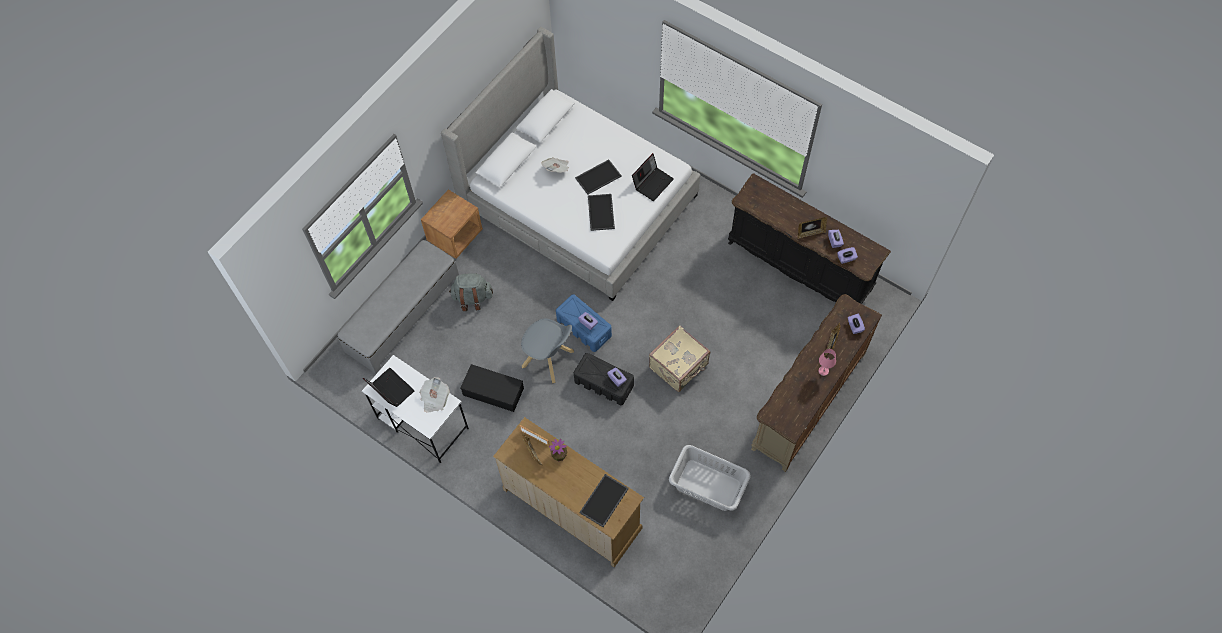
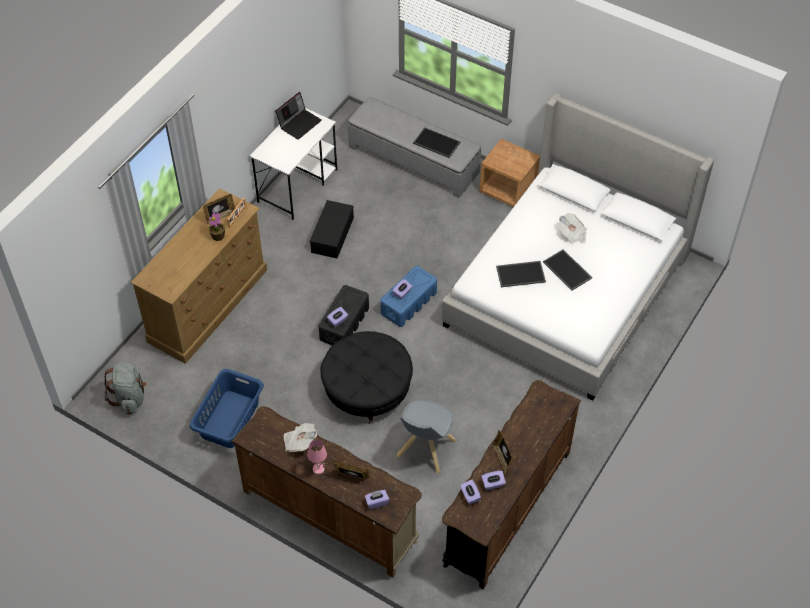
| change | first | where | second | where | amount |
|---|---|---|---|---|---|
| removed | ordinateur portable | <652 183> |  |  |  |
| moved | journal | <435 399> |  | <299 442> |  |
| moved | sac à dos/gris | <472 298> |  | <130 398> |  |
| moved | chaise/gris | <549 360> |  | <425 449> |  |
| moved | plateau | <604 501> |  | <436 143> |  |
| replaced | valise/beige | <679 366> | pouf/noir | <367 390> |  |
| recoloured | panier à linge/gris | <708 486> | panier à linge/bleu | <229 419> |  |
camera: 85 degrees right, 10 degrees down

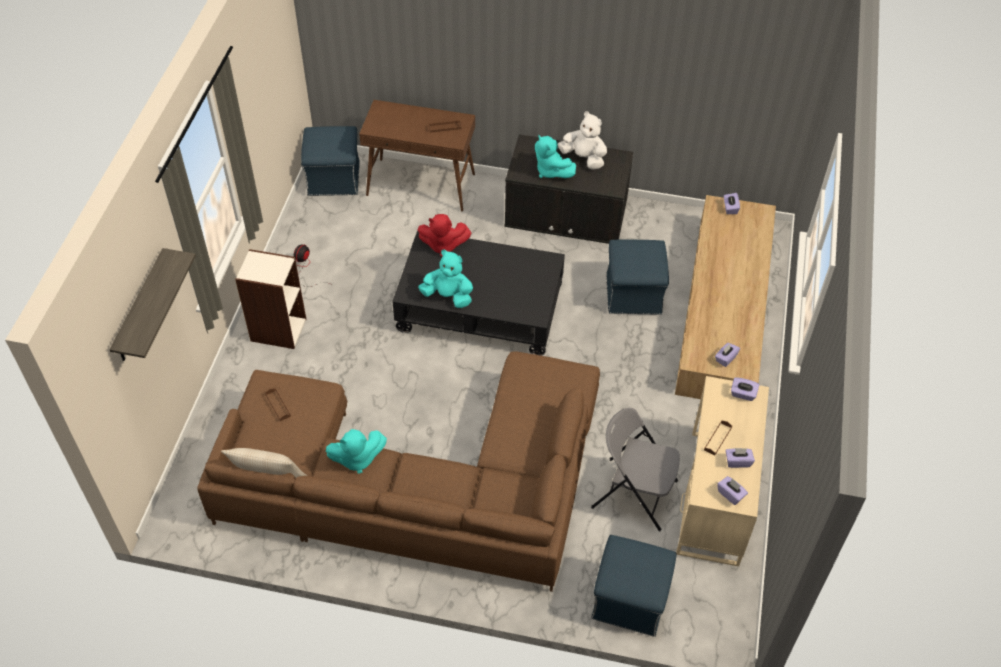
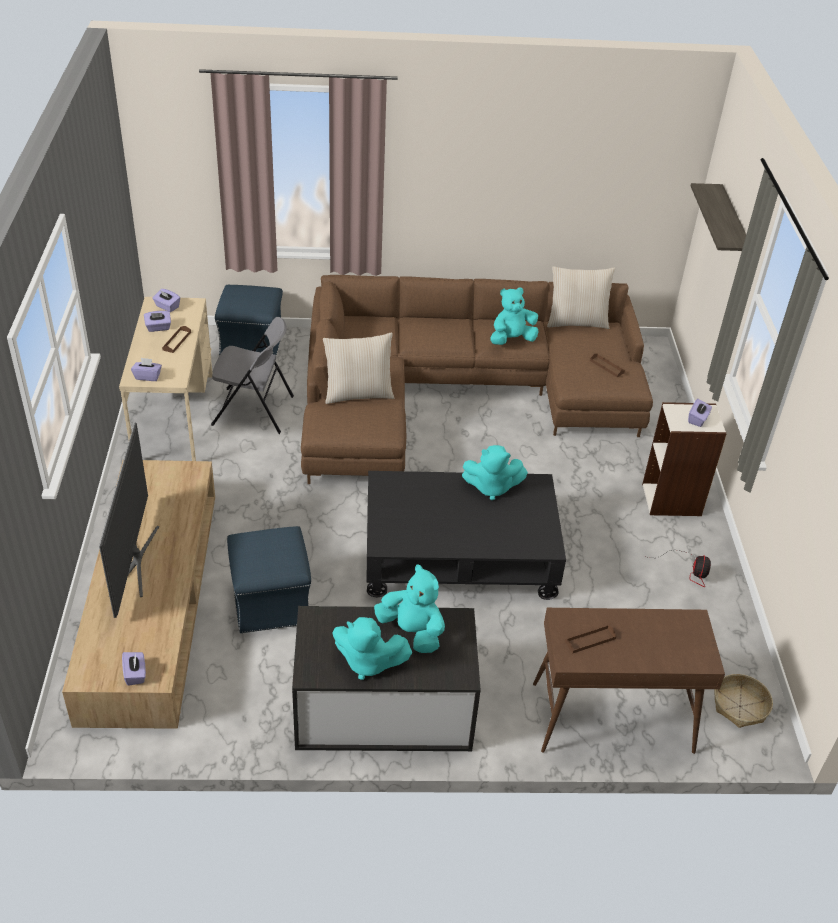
| change | first | where | second | where | amount |
|---|---|---|---|---|---|
| removed | peluche/rouge | <443 245> |  |  |  |
| added |  |  | téléviseur | <134 560> |  |
| added |  |  | coussin/beige | <358 394> |  |
| moved | boîte à mouchoirs/violet | <725 358> |  | <698 419> |  |
| replaced | pouf/bleu | <334 178> | panier | <740 706> |  |
| recoloured | peluche/blanc | <584 158> | peluche/turquoise | <368 662> |  |
camera: 165 degrees right, 10 degrees down

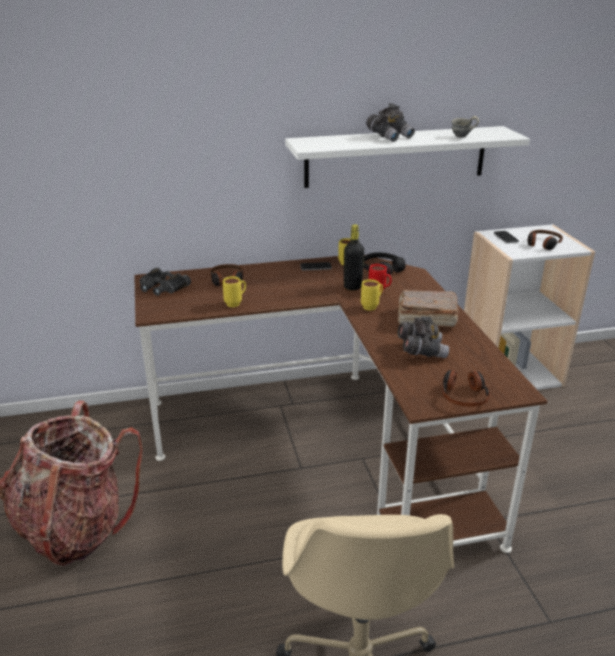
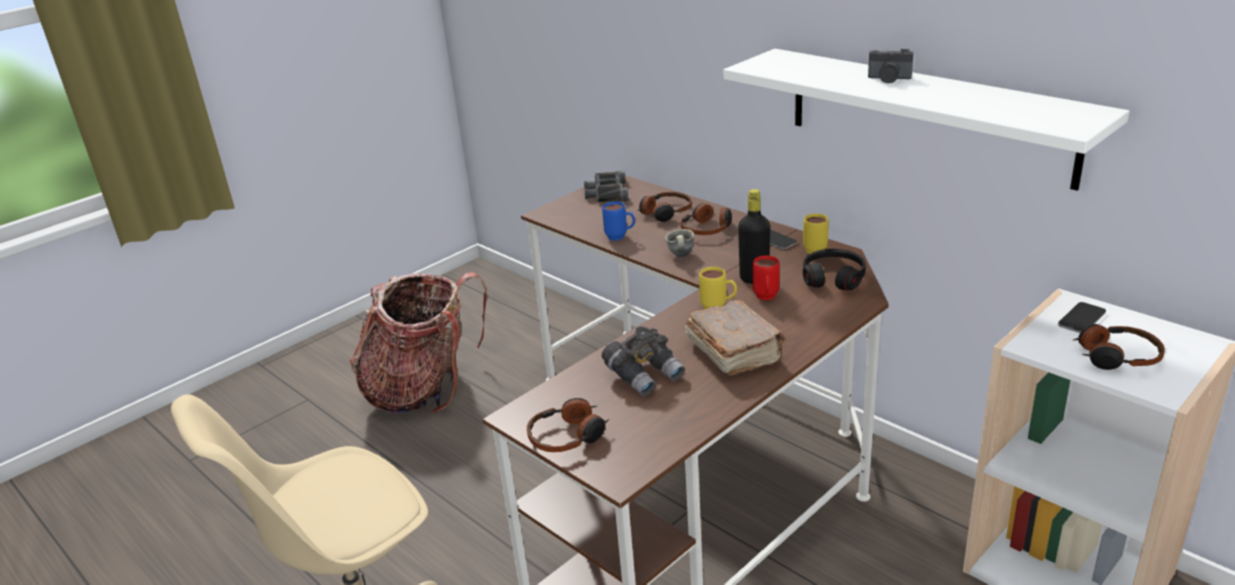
| change | first | where | second | where | amount |
|---|---|---|---|---|---|
| added |  |  | casque audio | <707 229> |  |
| moved | mug/gris | <462 137> |  | <679 256> |  |
| replaced | jumelles/gris | <390 137> | appareil photo | <889 79> |  |
| recoloured | mug/jaune | <236 303> | mug/bleu | <620 237> |  |
camera: 60 degrees right, 0 degrees up

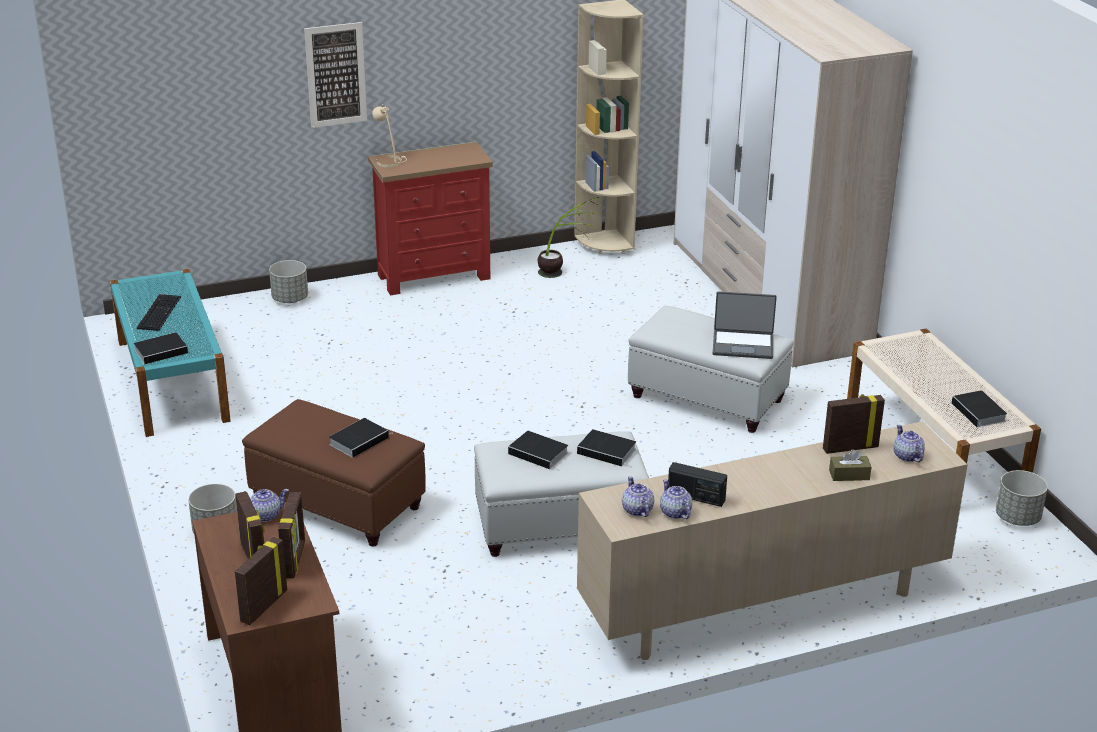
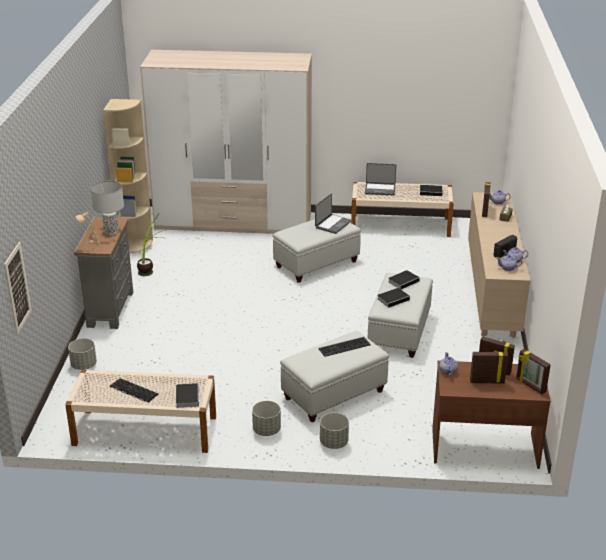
| change | first | where | second | where | amount |
|---|---|---|---|---|---|
| added |  |  | lampe de table/blanc | <111 232> |  |
| added |  |  | ordinateur portable | <380 189> |  |
| moved | tableau | <336 75> |  | <17 288> |  |
| moved | cache-pot/gris | <1017 518> |  | <266 430> |  |
| replaced | livre | <359 440> | clavier | <344 347> |  |
| recoloured | banc/turquoise | <171 380> | banc/beige | <145 431> |  |
| recoloured | pouf/marron | <336 504> | pouf/blanc | <333 395> |  |
| recoloured | commode/rouge | <434 277> | commode/gris | <111 309> |  |
camera: 65 degrees left, 0 degrees up

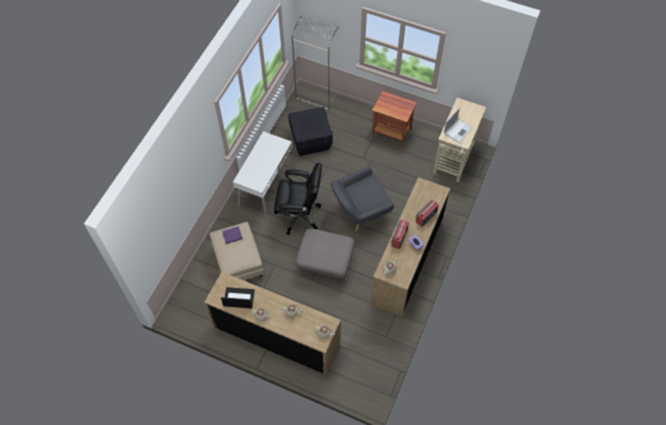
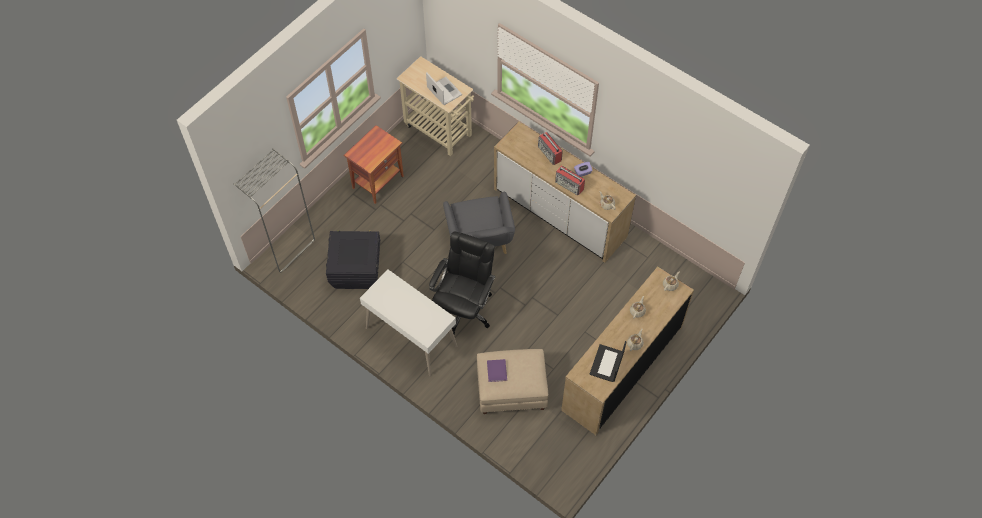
| change | first | where | second | where | amount |
|---|---|---|---|---|---|
| removed | pouf/gris | <325 263> |  |  |  |
camera: 75 degrees left, 0 degrees up

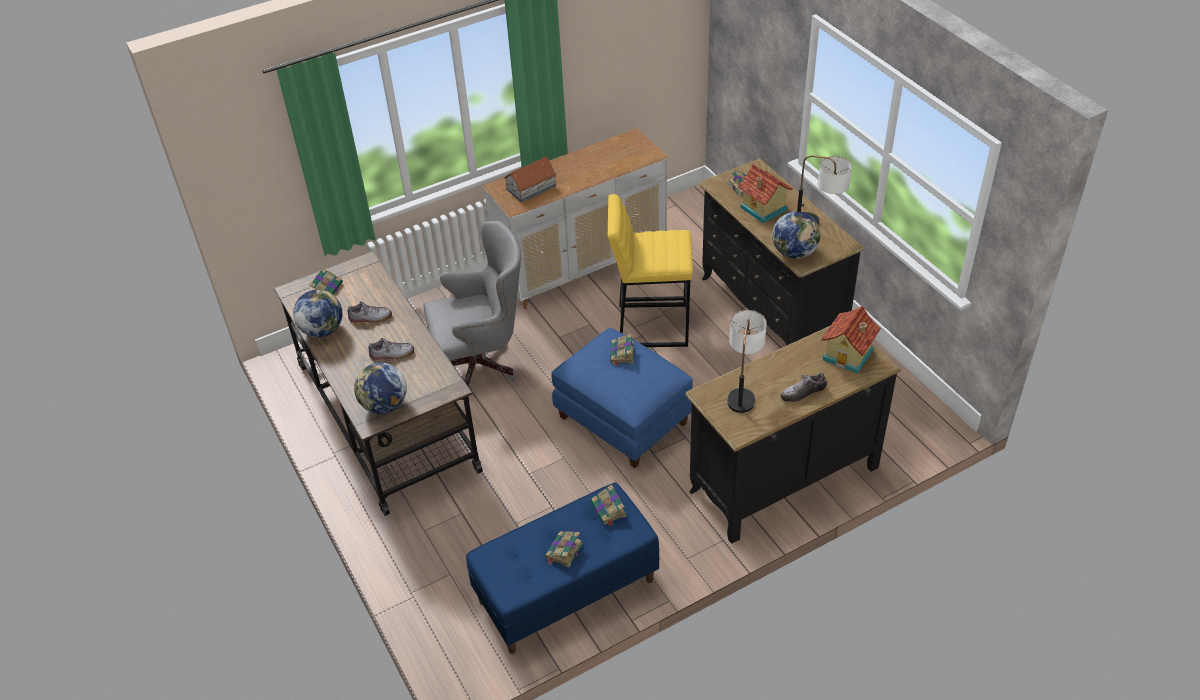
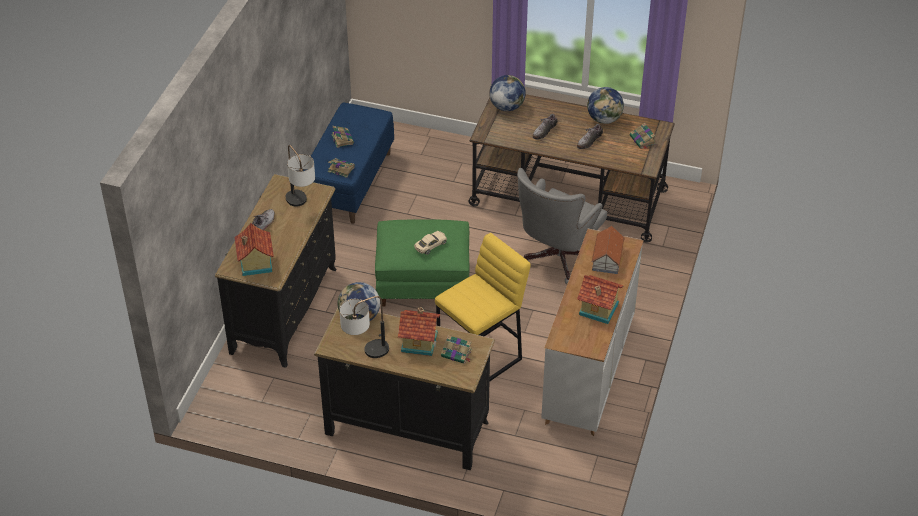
| change | first | where | second | where | amount |
|---|---|---|---|---|---|
| added |  |  | maison miniature | <598 310> |  |
| replaced | livre | <622 354> | petite voiture/beige | <430 245> |  |
| recoloured | pouf/bleu | <622 420> | pouf/vert | <423 283> |  |
camera: 135 degrees right, 0 degrees up

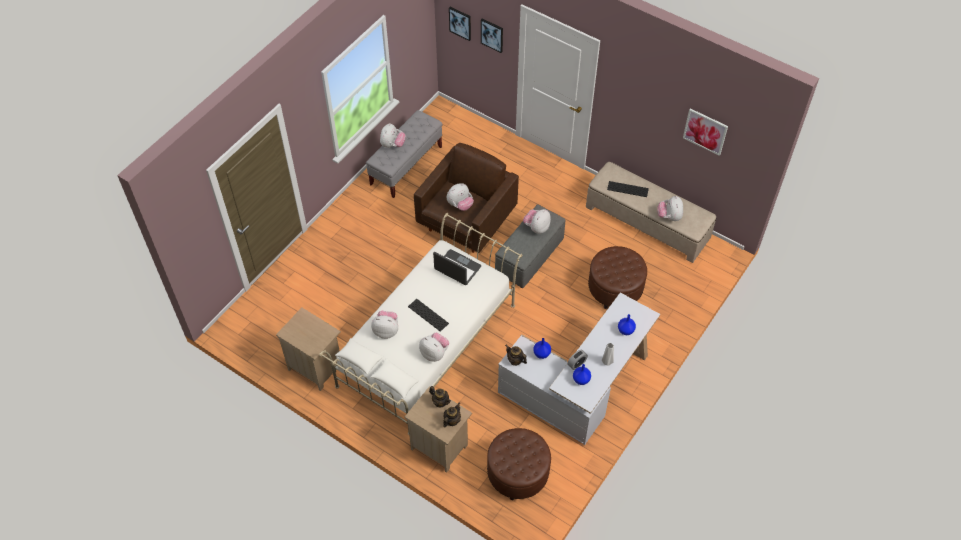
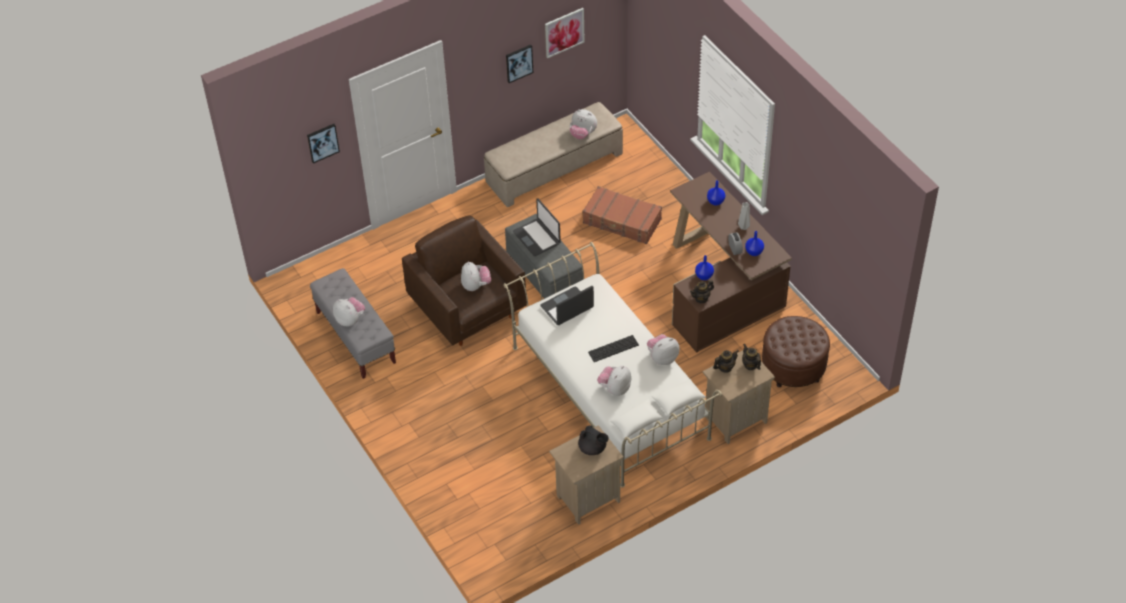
| change | first | where | second | where | amount |
|---|---|---|---|---|---|
| removed | clavier | <627 189> |  |  |  |
| added |  |  | théière/noir | <593 448> |  |
| moved | tableau | <460 23> |  | <519 63> |  |
| replaced | peluche | <536 227> | ordinateur portable | <537 237> |  |
| replaced | pouf/marron | <615 289> | valise/marron | <622 221> |  |
| recoloured | bureau/blanc | <579 388> | bureau/marron | <721 288> |  |
camera: 65 degrees left, 5 degrees down

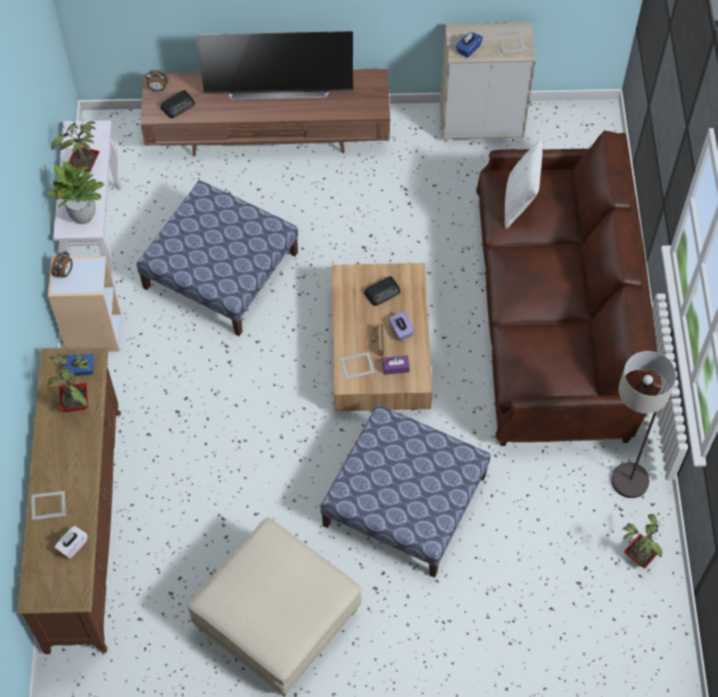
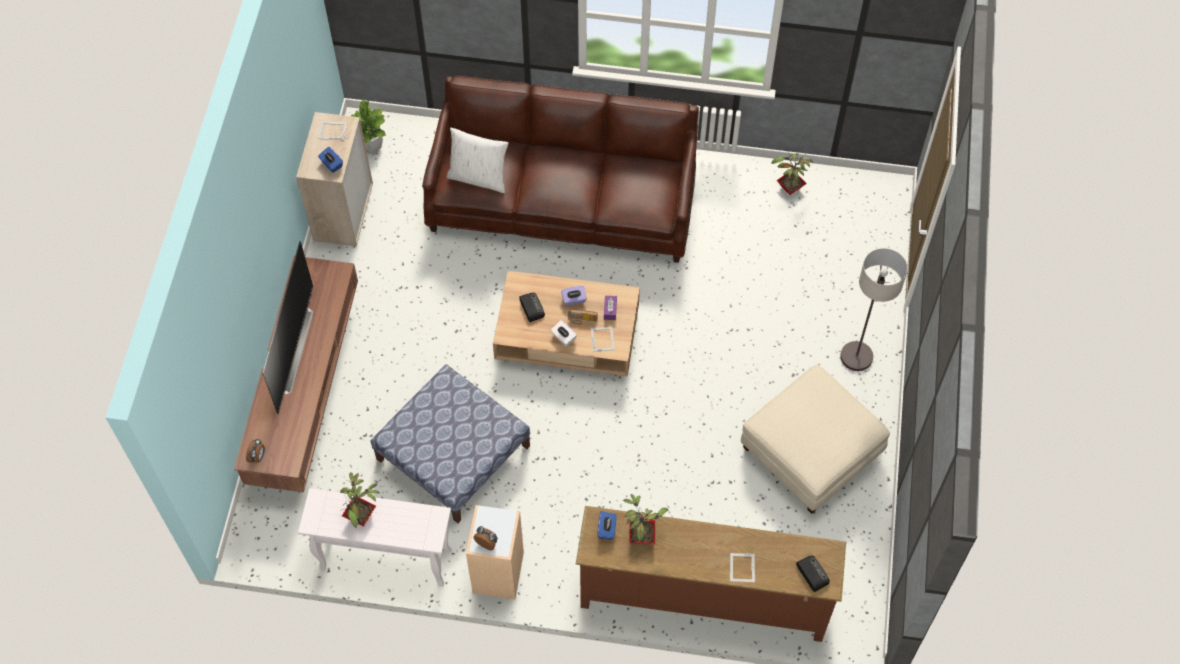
| change | first | where | second | where | amount |
|---|---|---|---|---|---|
| removed | pouf | <403 501> |  |  |  |
| moved | plante en pot | <83 216> |  | <372 148> |  |
| moved | boîte à mouchoirs/blanc | <72 546> |  | <563 337> |  |
| moved | radio | <178 106> |  | <812 573> |  |
| moved | lampadaire/gris | <618 481> |  | <855 365> |  |
camera: 80 degrees left, 0 degrees up

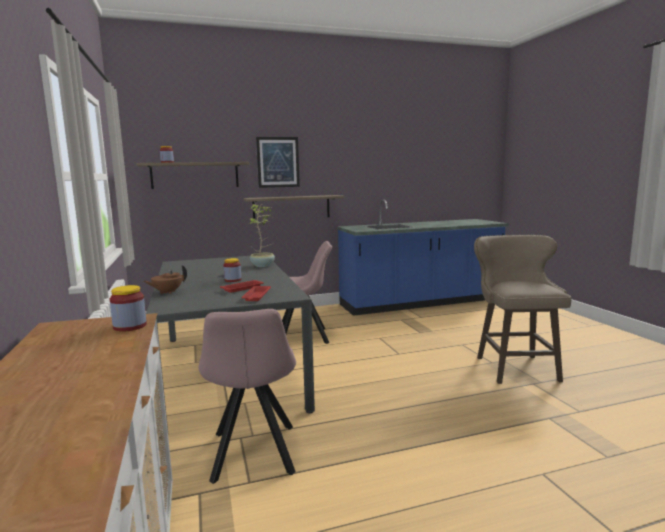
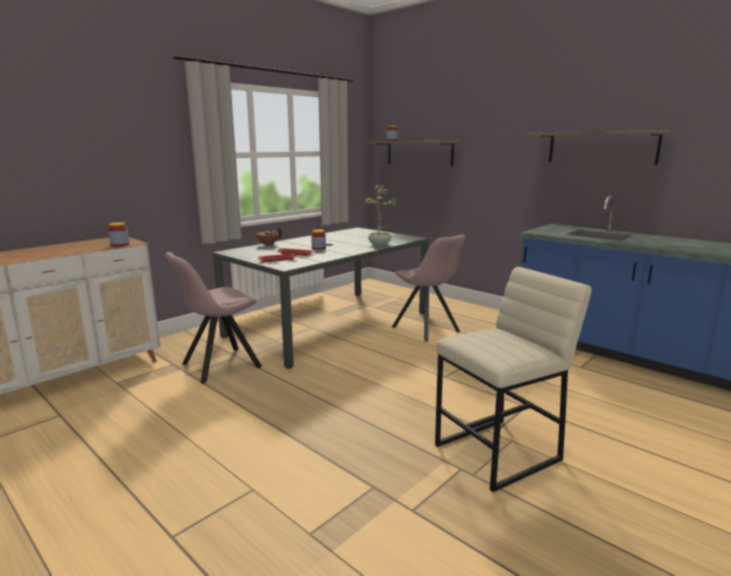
| change | first | where | second | where | amount |
|---|---|---|---|---|---|
| removed | tableau | <278 162> |  |  |  |
| moved | étagère | <291 207> |  | <601 147> |  |
| replaced | tabouret/beige | <515 367> | chaise/beige | <499 451> |  |
camera: 60 degrees right, 5 degrees up

